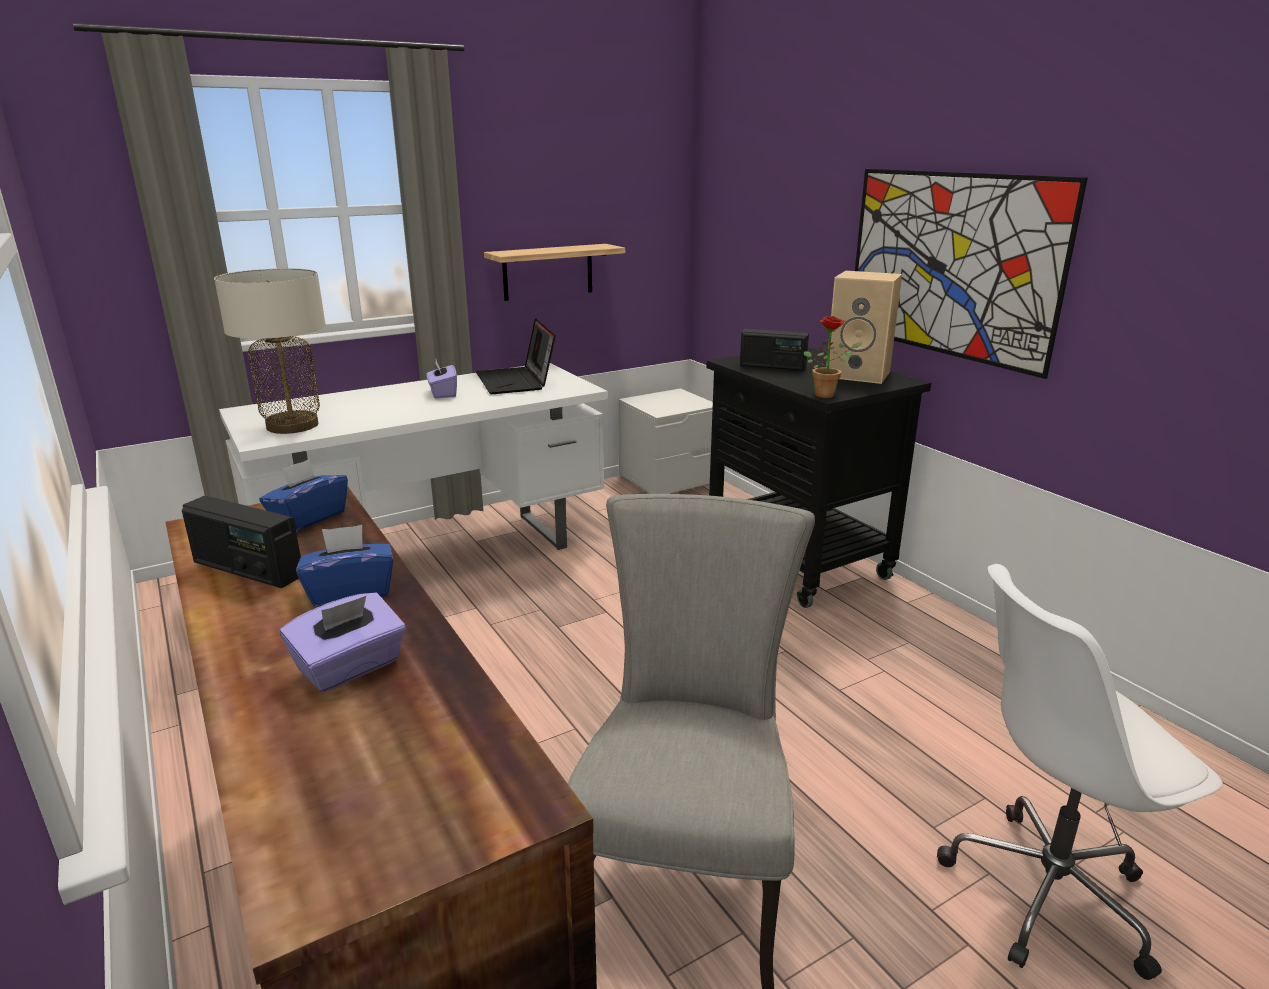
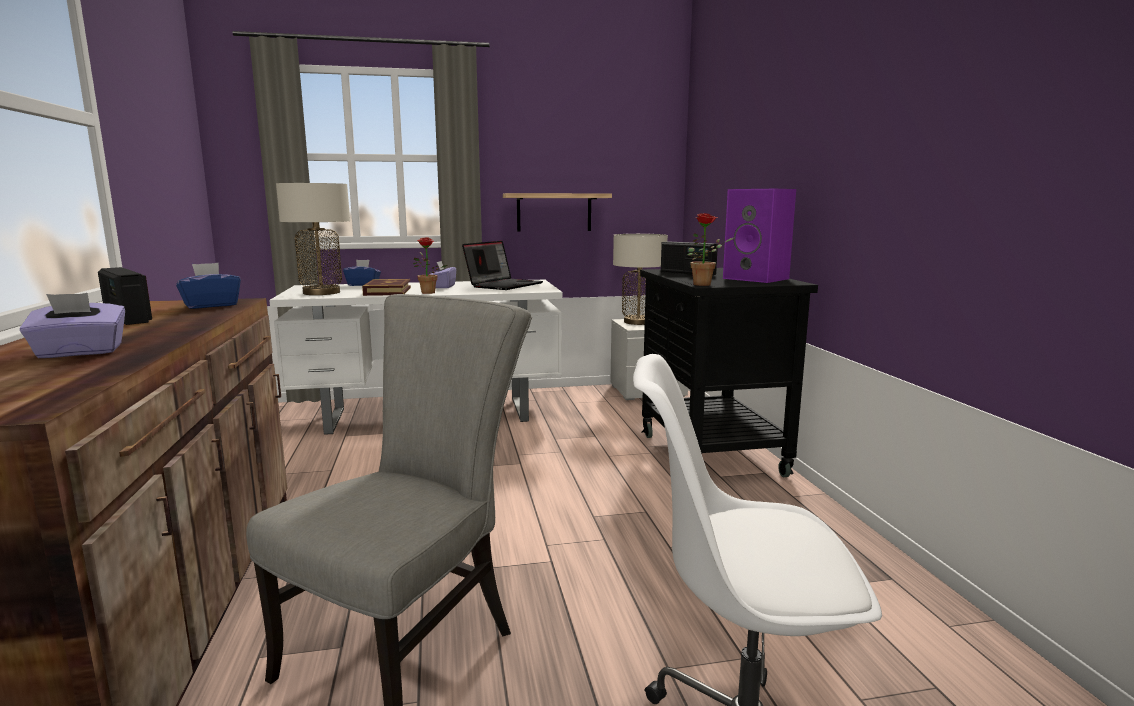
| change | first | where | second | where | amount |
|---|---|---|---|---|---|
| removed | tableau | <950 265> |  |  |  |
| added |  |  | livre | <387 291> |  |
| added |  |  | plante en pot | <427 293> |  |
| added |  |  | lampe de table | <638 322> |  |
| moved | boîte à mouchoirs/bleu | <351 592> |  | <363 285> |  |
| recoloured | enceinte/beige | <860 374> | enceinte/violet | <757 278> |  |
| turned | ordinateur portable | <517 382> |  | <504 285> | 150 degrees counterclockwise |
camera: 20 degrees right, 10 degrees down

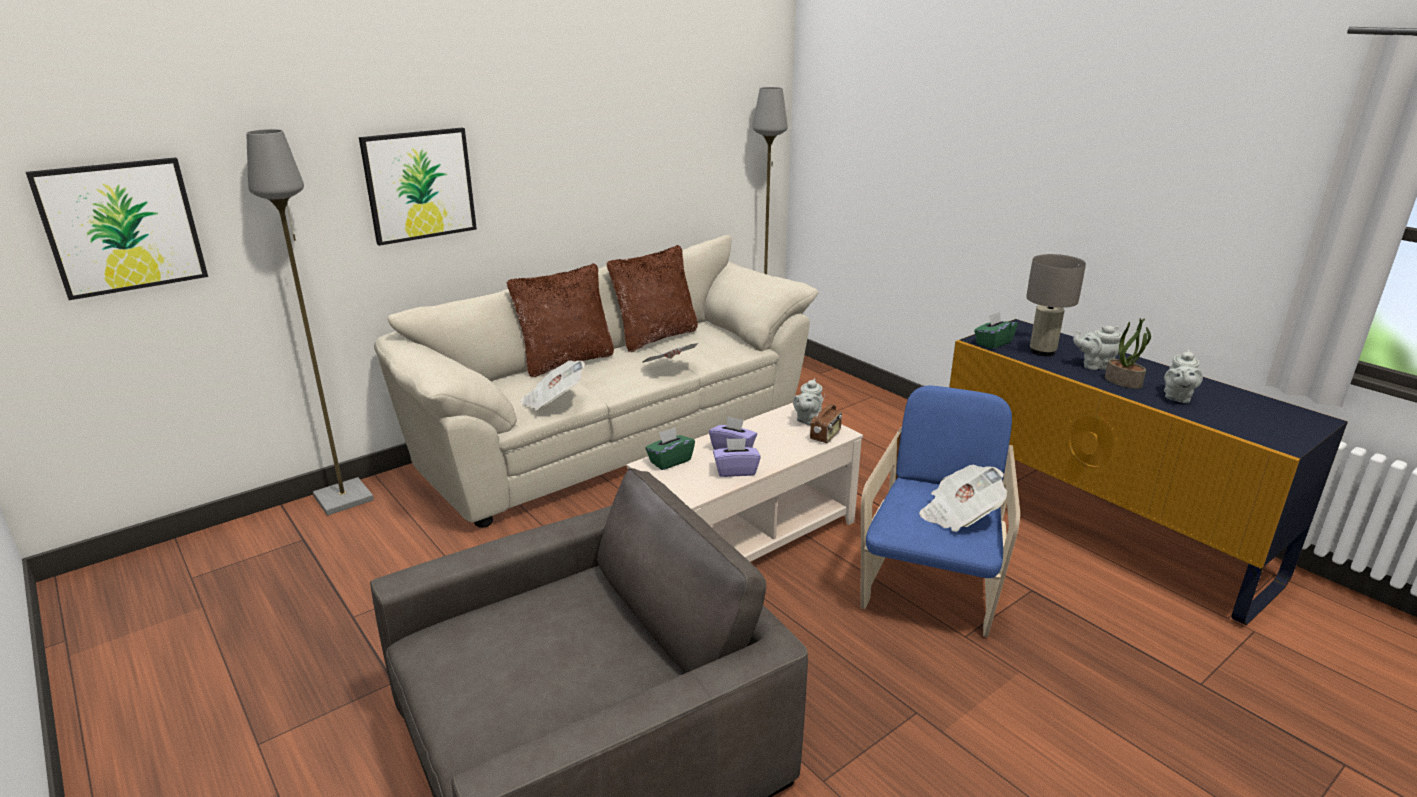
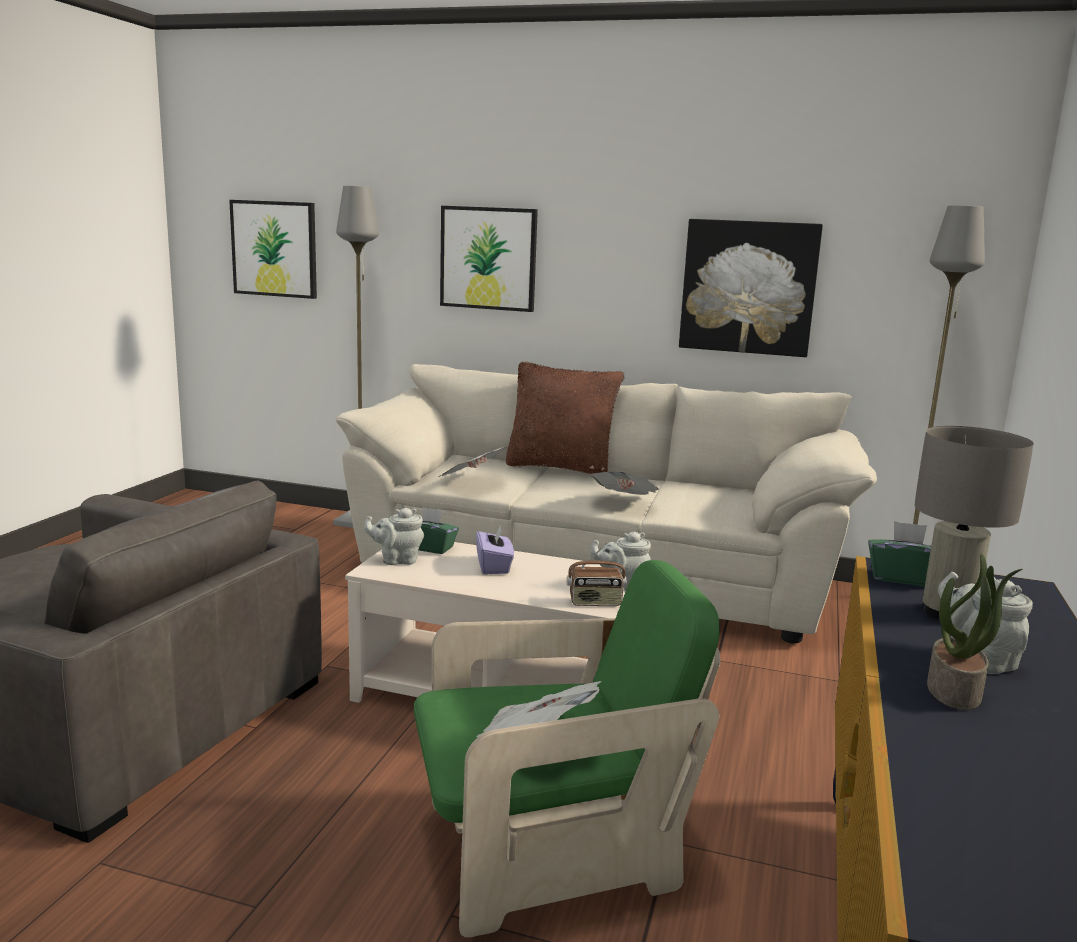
| change | first | where | second | where | amount |
|---|---|---|---|---|---|
| removed | coussin/marron | <657 338> |  |  |  |
| removed | boîte à mouchoirs/violet | <736 471> |  |  |  |
| added |  |  | tableau | <748 287> |  |
| moved | théière/gris | <1177 397> |  | <397 560> |  |
| recoloured | fauteuil/bleu | <931 584> | fauteuil/vert | <549 855> |  |
camera: 55 degrees right, 10 degrees down

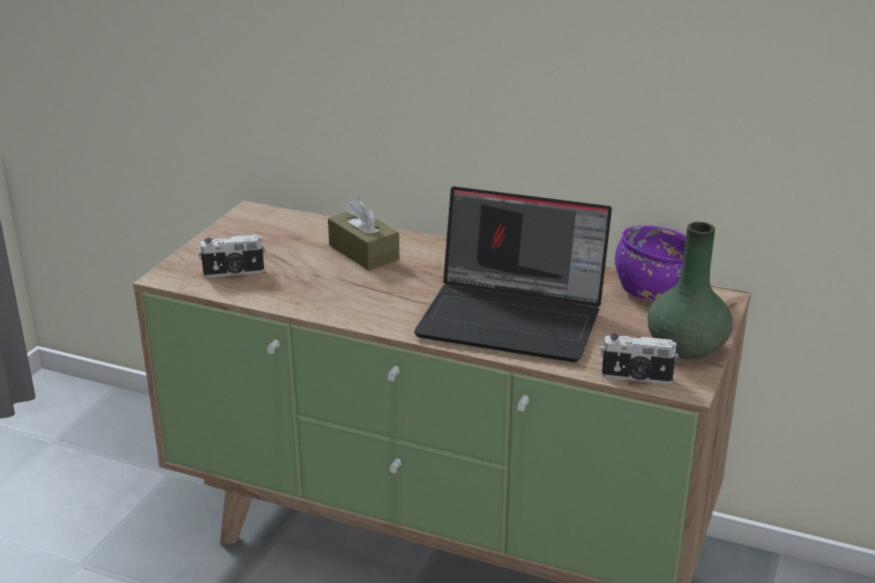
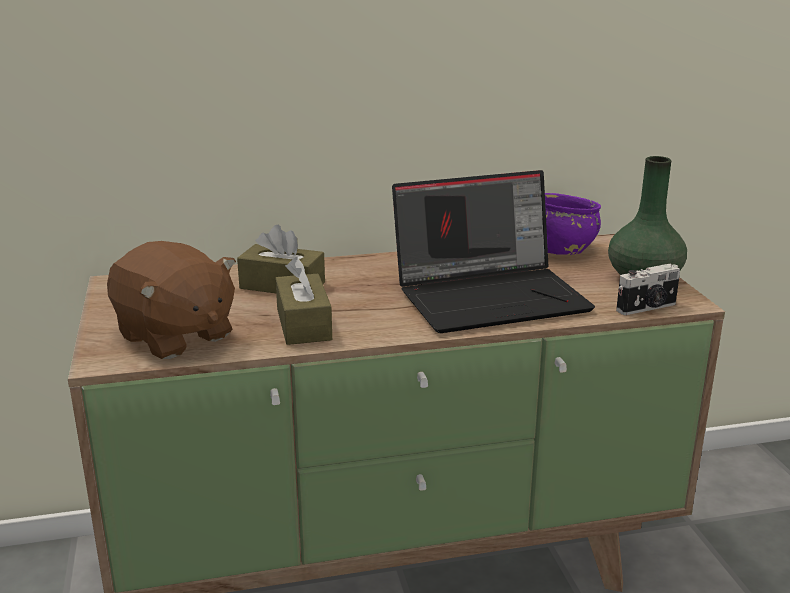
| change | first | where | second | where | amount |
|---|---|---|---|---|---|
| added |  |  | boîte à mouchoirs/marron | <303 324> |  |
| replaced | appareil photo | <234 273> | peluche/marron | <175 336> |  |
camera: 35 degrees left, 5 degrees down

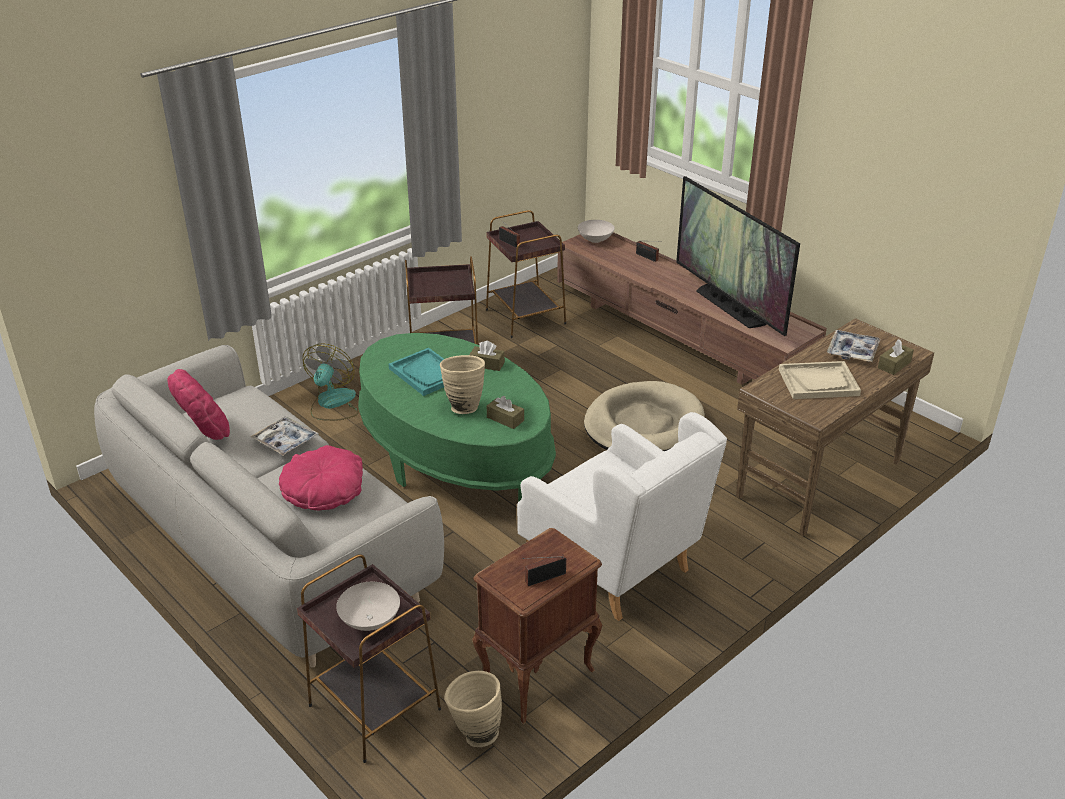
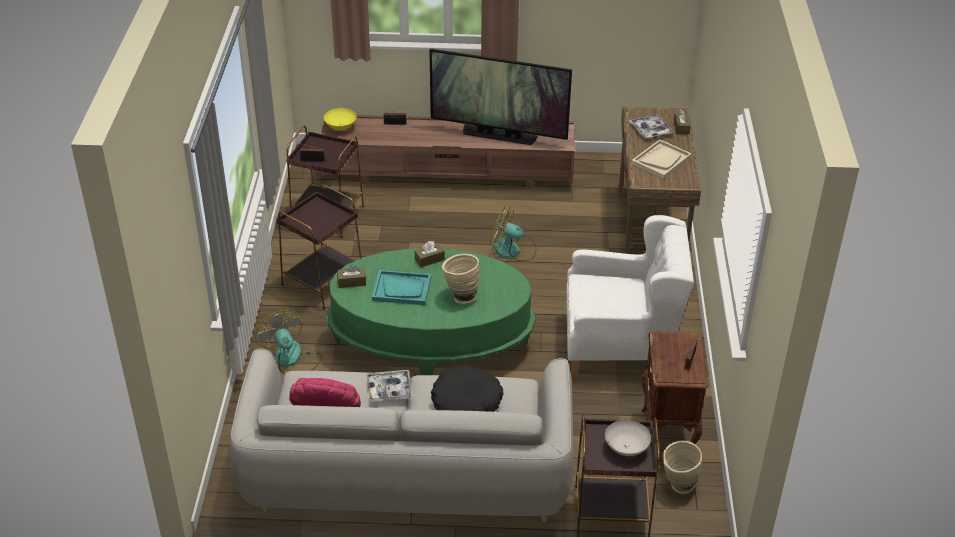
| change | first | where | second | where | amount |
|---|---|---|---|---|---|
| moved | boîte à mouchoirs/marron | <505 419> |  | <352 282> |  |
| replaced | panier pour chien/beige | <643 424> | ventilateur | <512 250> |  |
| recoloured | coussin/rose | <322 489> | coussin/noir | <465 402> |  |
| recoloured | bol/blanc | <594 240> | bol/jaune | <340 127> |  |
camera: 45 degrees left, 5 degrees up

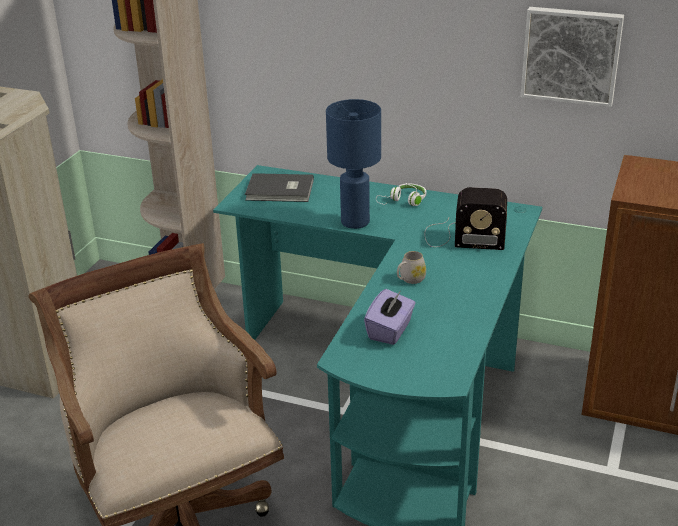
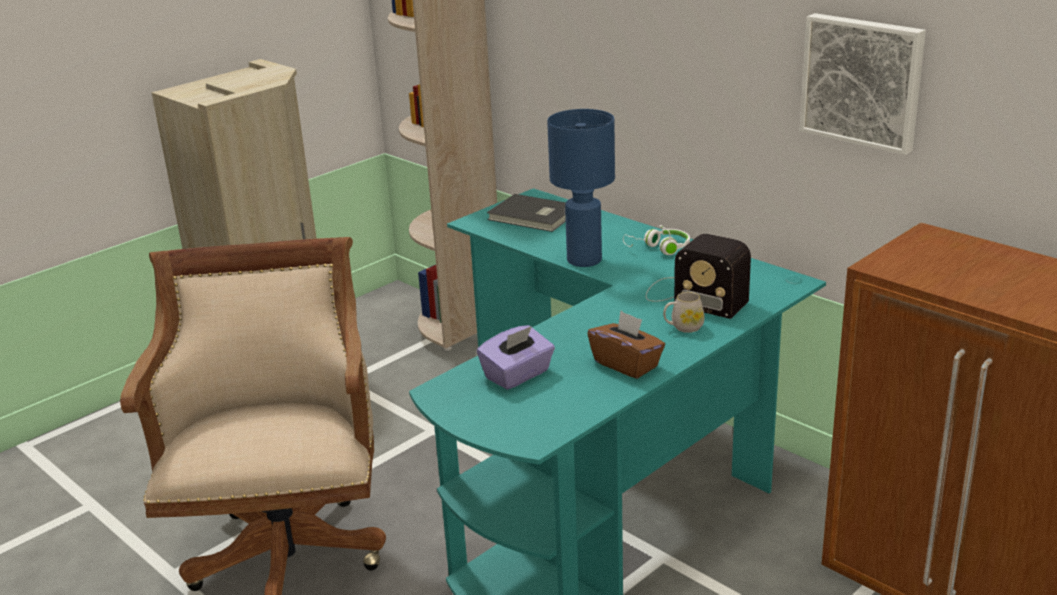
| change | first | where | second | where | amount |
|---|---|---|---|---|---|
| added |  |  | boîte à mouchoirs/marron | <626 364> |  |
| moved | mug/blanc | <410 279> |  | <683 327> |  |
camera: 25 degrees right, 5 degrees down

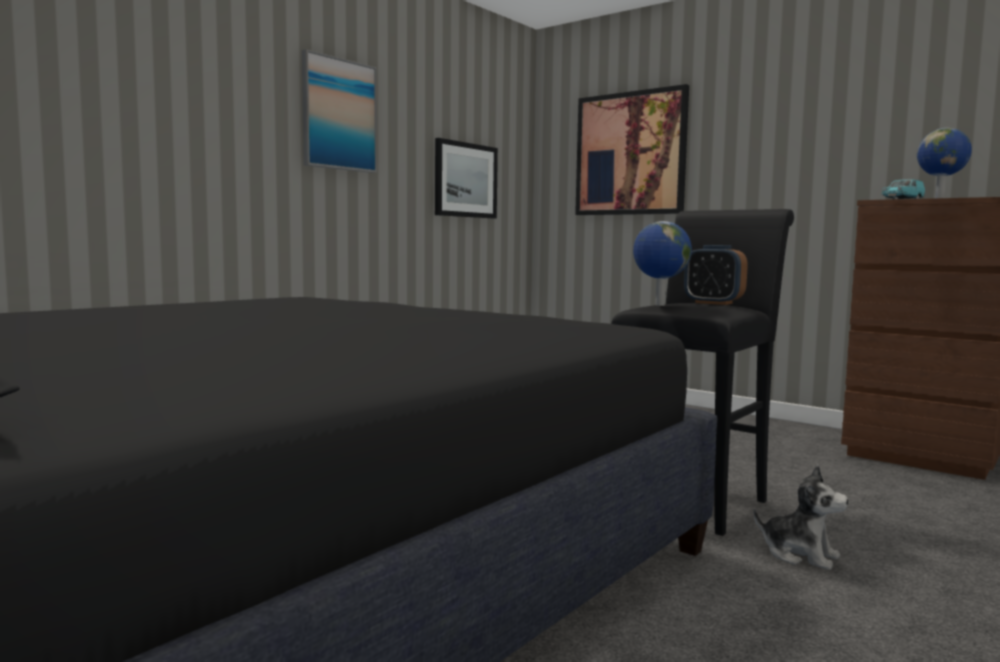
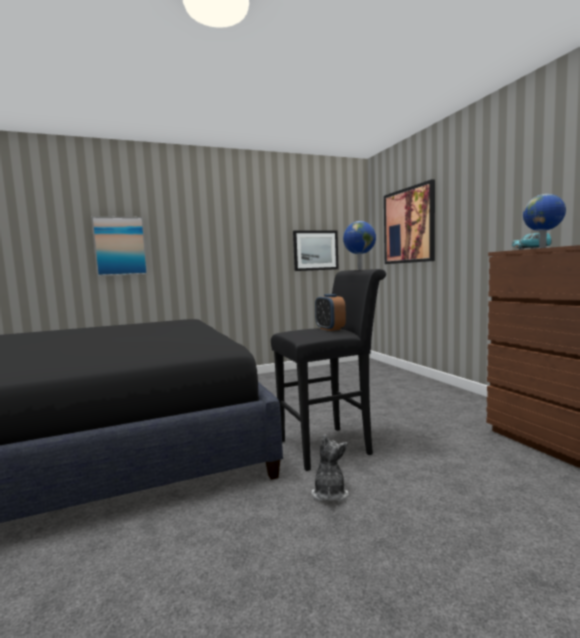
| change | first | where | second | where | amount |
|---|---|---|---|---|---|
| moved | tableau | <339 114> |  | <120 246> |  |
| moved | globe | <659 305> |  | <359 269> |  |
| turned | peluche | <800 554> |  | <329 493> | 150 degrees counterclockwise |
camera: 30 degrees right, 0 degrees up

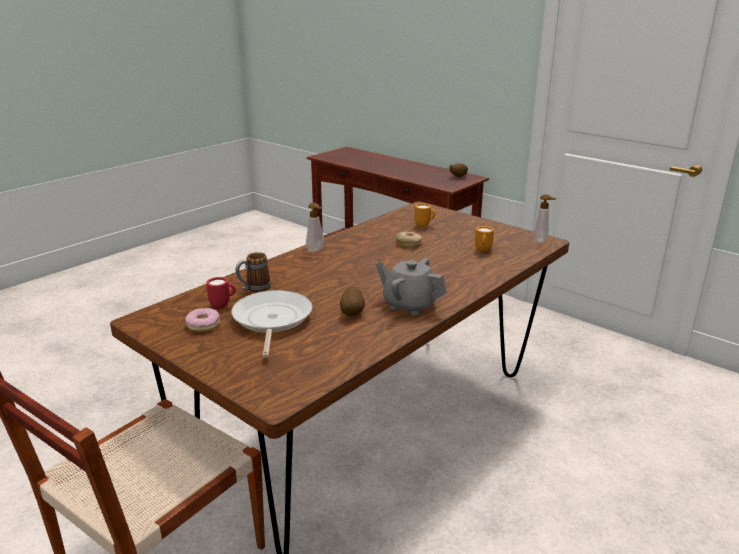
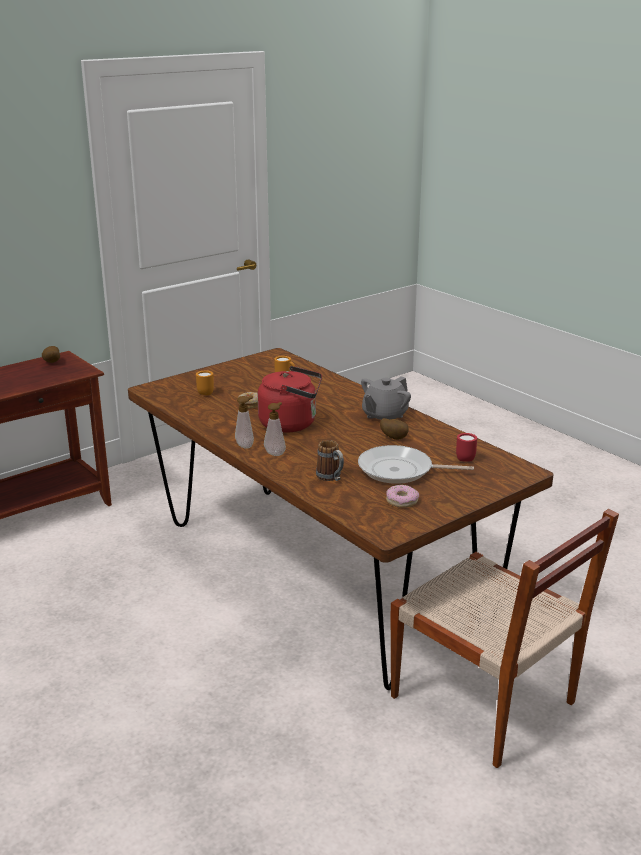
| change | first | where | second | where | amount |
|---|---|---|---|---|---|
| added |  |  | bouilloire/rouge | <291 424> |  |
| moved | mug/rouge | <223 305> |  | <465 458> |  |
| moved | distributeur de savon | <542 240> |  | <276 453> |  |
camera: 80 degrees left, 0 degrees up

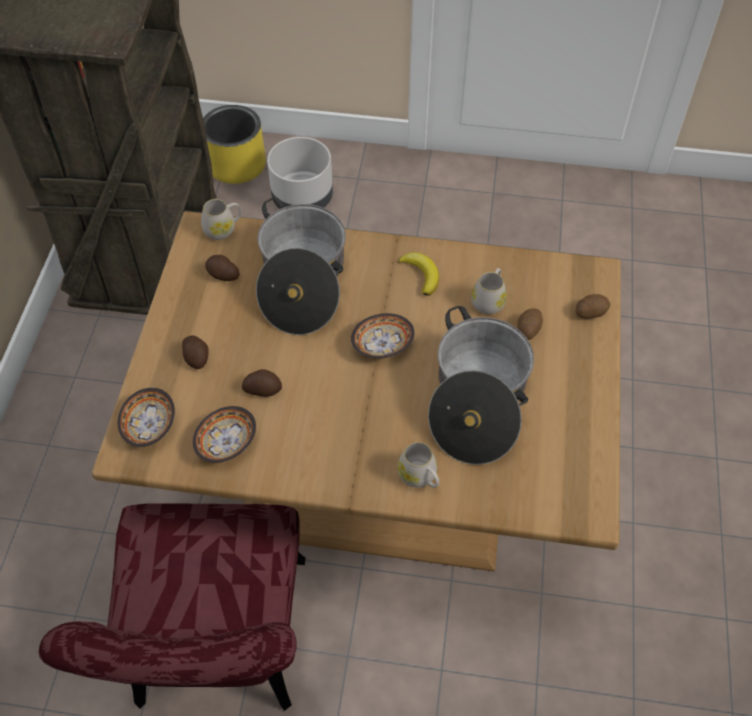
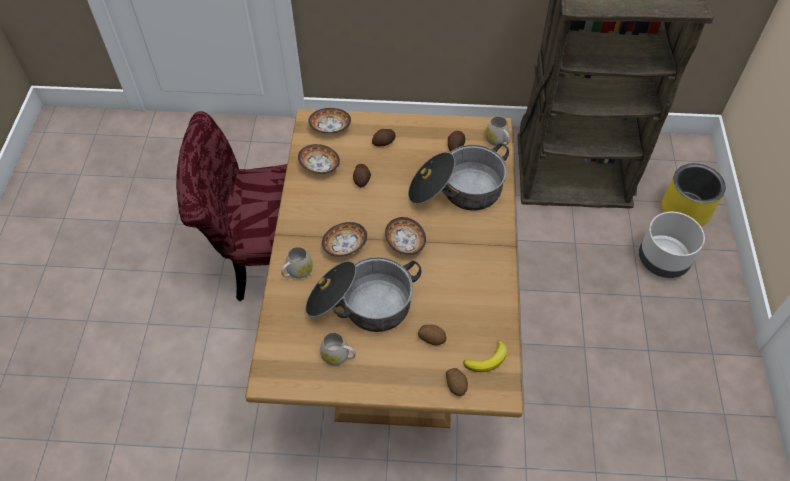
| change | first | where | second | where | amount |
|---|---|---|---|---|---|
| added |  |  | bol | <346 246> |  |
| moved | banane | <421 274> |  | <487 360> |  |
| moved | mug/blanc | <489 300> |  | <338 356> |  |
camera: 85 degrees right, 0 degrees up

